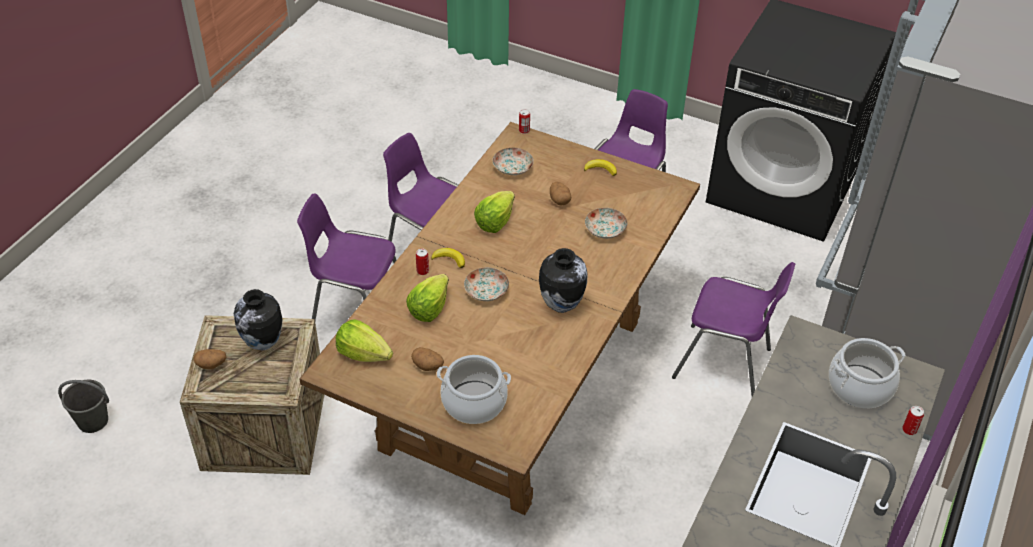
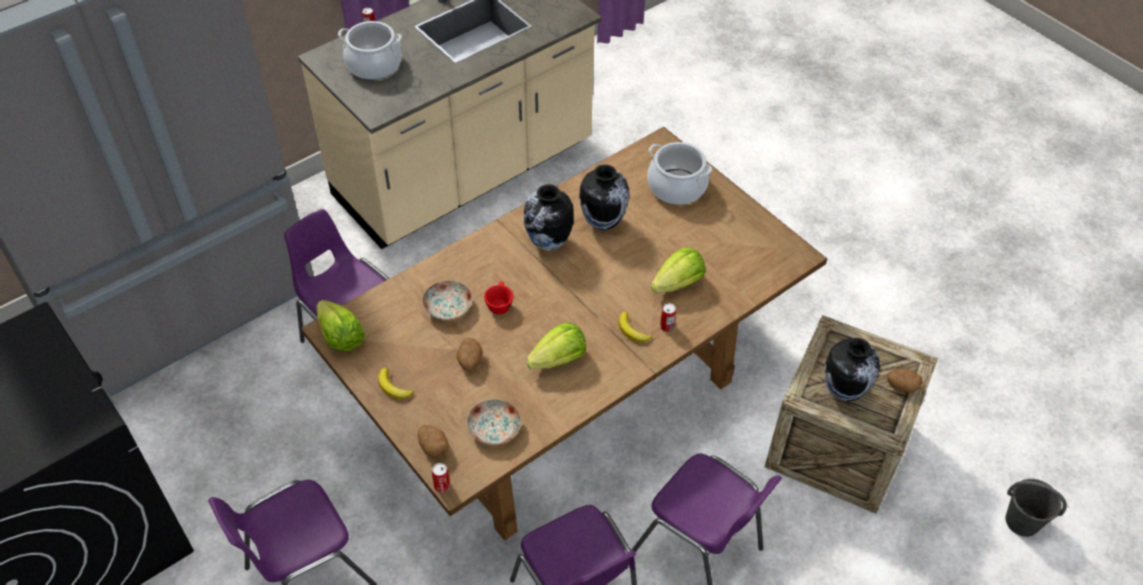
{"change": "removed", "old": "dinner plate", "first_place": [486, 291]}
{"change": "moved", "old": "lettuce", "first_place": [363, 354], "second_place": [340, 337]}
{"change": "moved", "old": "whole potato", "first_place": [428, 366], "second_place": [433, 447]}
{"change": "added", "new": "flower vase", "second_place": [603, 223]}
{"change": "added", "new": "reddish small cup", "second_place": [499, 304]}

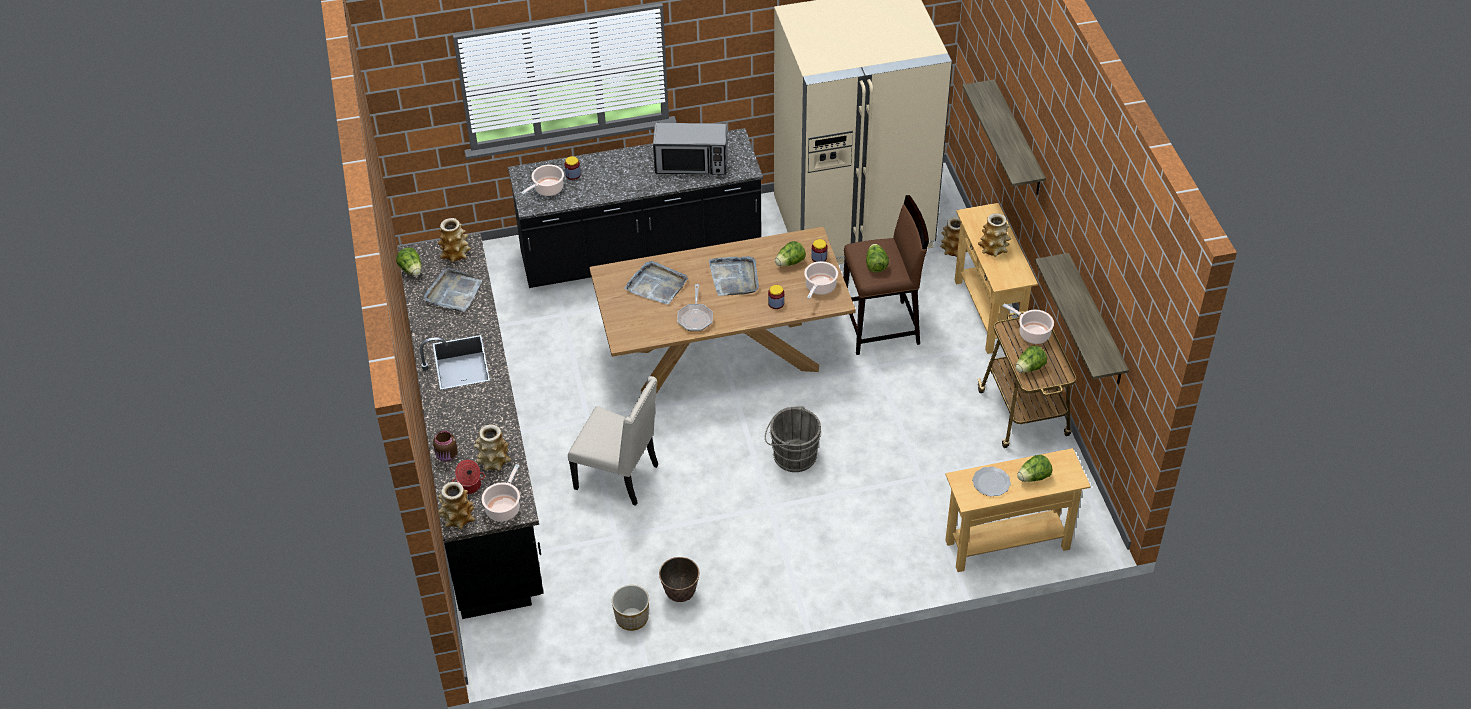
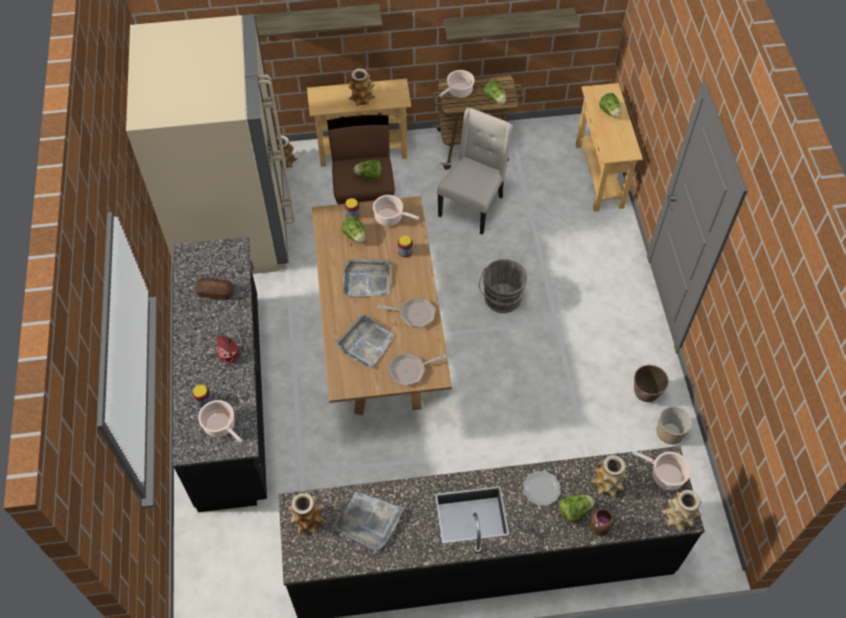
{"change": "replaced", "old": "microwave", "new": "bread", "first_place": [691, 164], "second_place": [215, 293]}
{"change": "moved", "old": "lettuce", "first_place": [412, 270], "second_place": [574, 511]}
{"change": "moved", "old": "beige chair", "first_place": [619, 476], "second_place": [472, 206]}
{"change": "moved", "old": "saucepot", "first_place": [469, 486], "second_place": [229, 354]}
{"change": "moved", "old": "dinner plate", "first_place": [990, 483], "second_place": [541, 489]}
{"change": "added", "new": "frying pan", "second_place": [410, 370]}

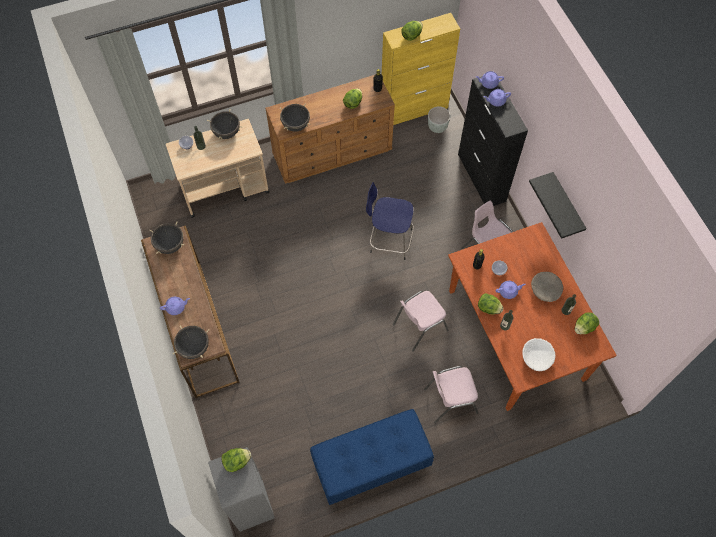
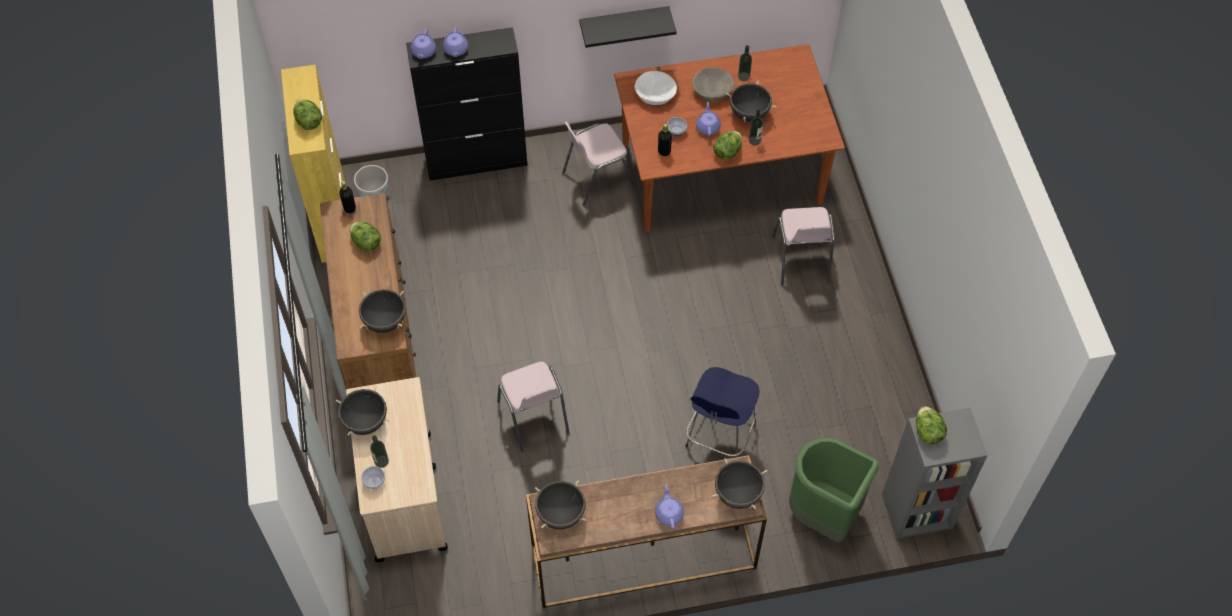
{"change": "moved", "old": "bluish sitting stool", "first_place": [389, 240], "second_place": [719, 436]}
{"change": "moved", "old": "pink chair", "first_place": [419, 327], "second_place": [533, 418]}
{"change": "removed", "old": "lettuce", "first_place": [584, 327]}
{"change": "moved", "old": "white-coloured serving bowl", "first_place": [536, 357], "second_place": [655, 94]}
{"change": "removed", "old": "bluish bench", "first_place": [370, 464]}
{"change": "added", "new": "black-coloured saucepot", "second_place": [749, 114]}
{"change": "added", "new": "green-coloured rubbish bin", "second_place": [823, 515]}

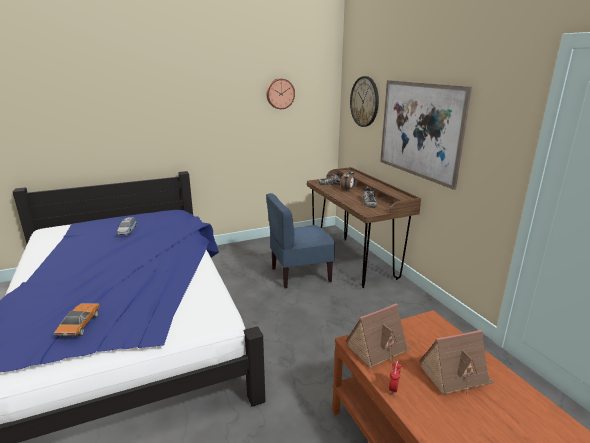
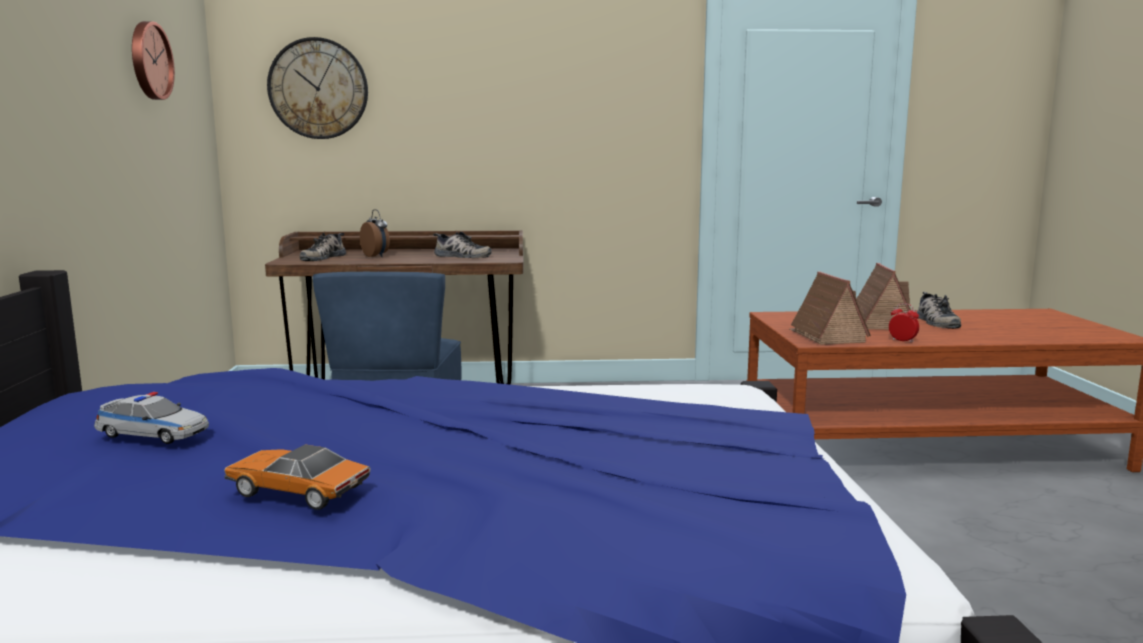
{"change": "removed", "old": "wall picture", "first_place": [419, 130]}
{"change": "moved", "old": "model car", "first_place": [79, 324], "second_place": [298, 491]}
{"change": "added", "new": "shoe", "second_place": [935, 322]}

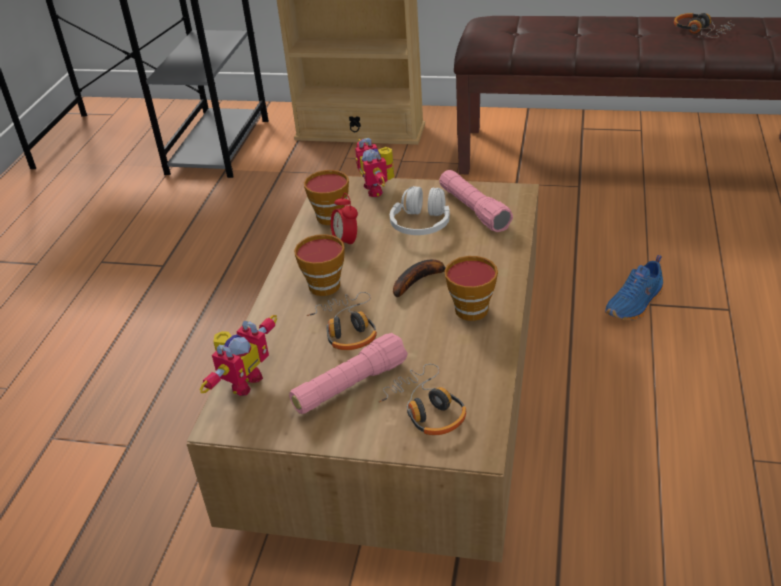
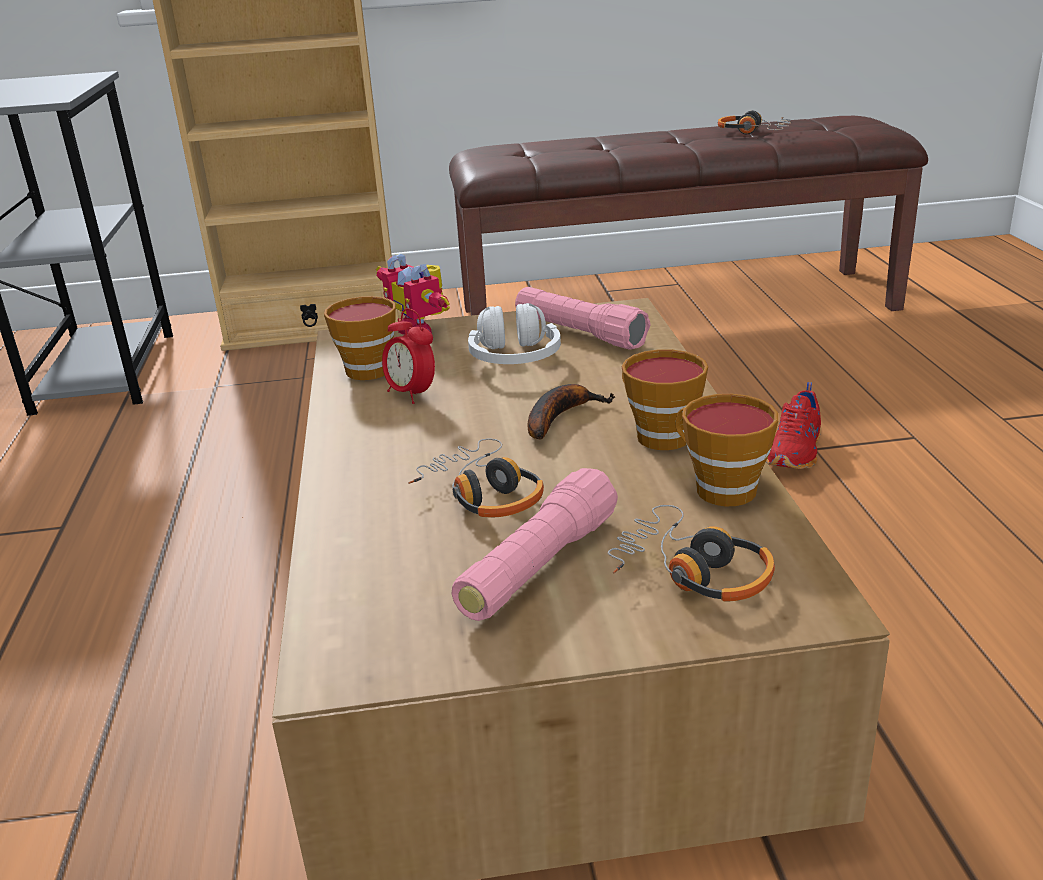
{"change": "moved", "old": "small cup", "first_place": [322, 284], "second_place": [718, 488]}
{"change": "recoloured", "old": "bluish shoe", "new": "reddish shoe", "first_place": [635, 304], "second_place": [797, 452]}
{"change": "removed", "old": "toy robot", "first_place": [241, 381]}

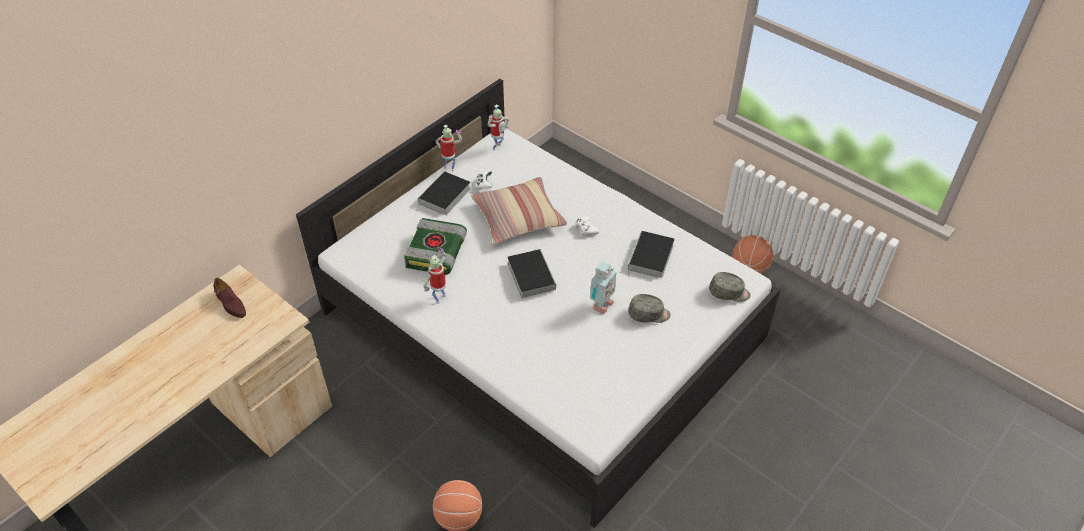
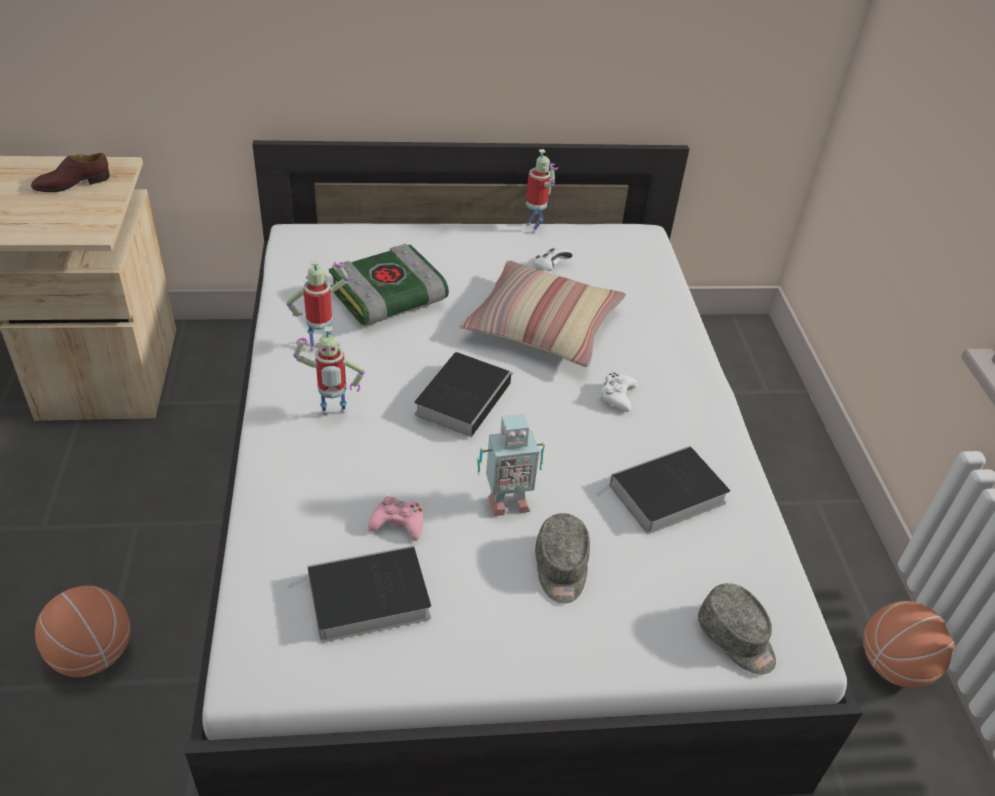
{"change": "moved", "old": "toy robot", "first_place": [498, 148], "second_place": [333, 415]}
{"change": "moved", "old": "book", "first_place": [444, 197], "second_place": [365, 599]}
{"change": "turned", "old": "brown-coloured shoe", "first_place": [231, 304], "second_place": [72, 184], "degrees": 60}
{"change": "turned", "old": "grey baseball cap", "first_place": [649, 314], "second_place": [561, 568], "degrees": 45}
{"change": "added", "new": "pink gamepad", "second_place": [398, 523]}

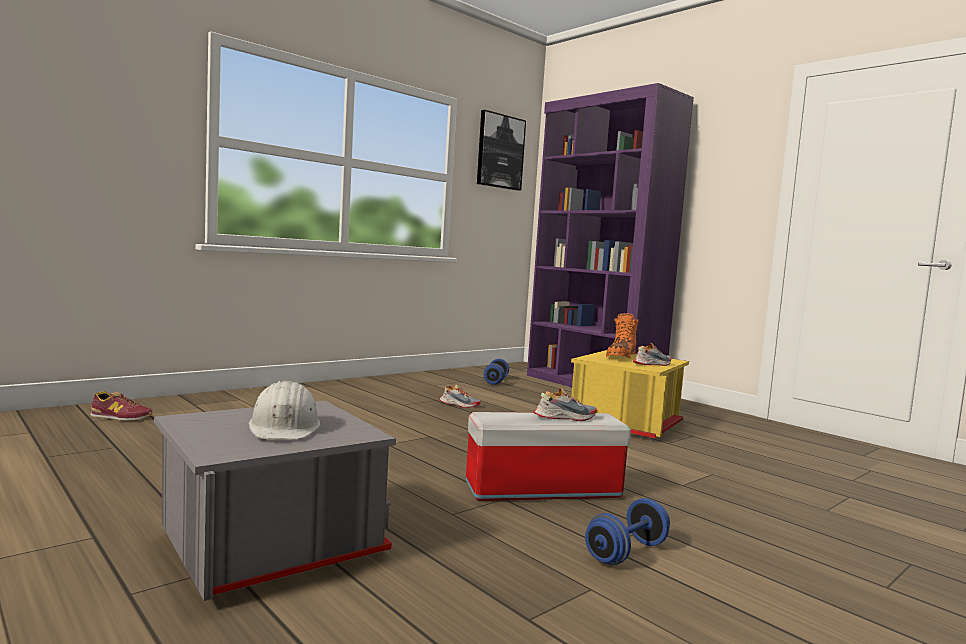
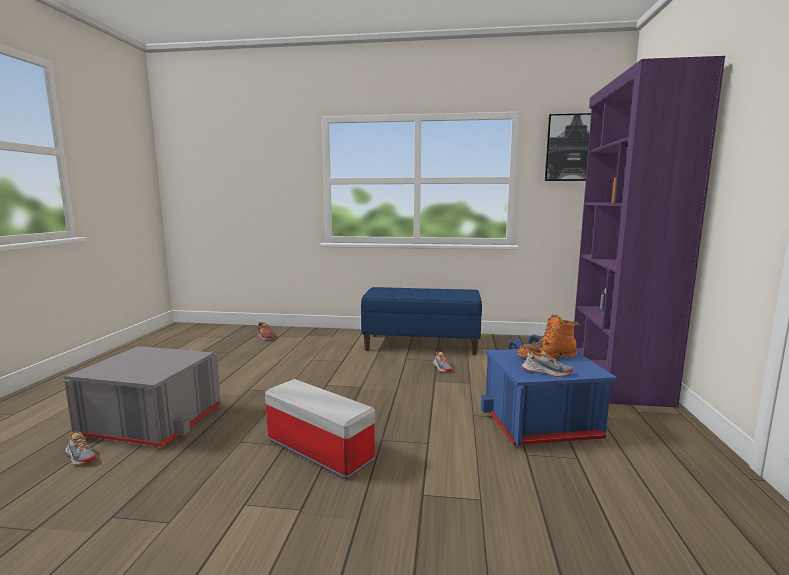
{"change": "recoloured", "old": "yellowish storage box", "new": "bluish storage box", "first_place": [627, 423], "second_place": [542, 422]}
{"change": "removed", "old": "white-coloured work helmet", "first_place": [285, 427]}
{"change": "moved", "old": "shoe", "first_place": [564, 417], "second_place": [81, 456]}
{"change": "removed", "old": "bluish dumbbell", "first_place": [626, 552]}
{"change": "added", "new": "bluish bench", "second_place": [422, 344]}

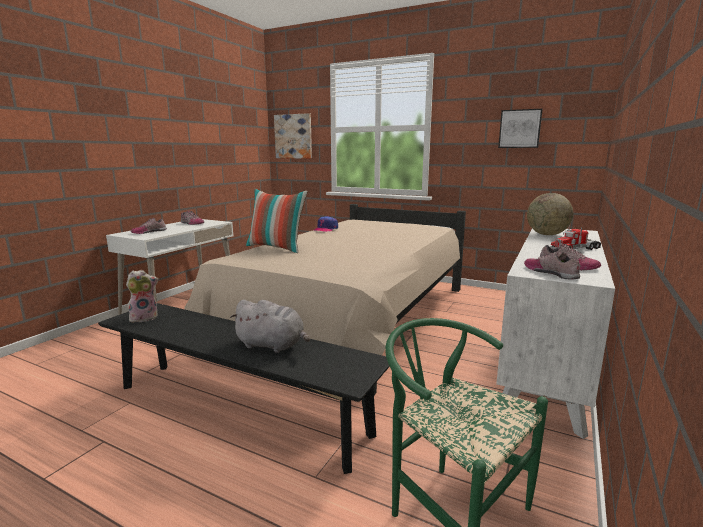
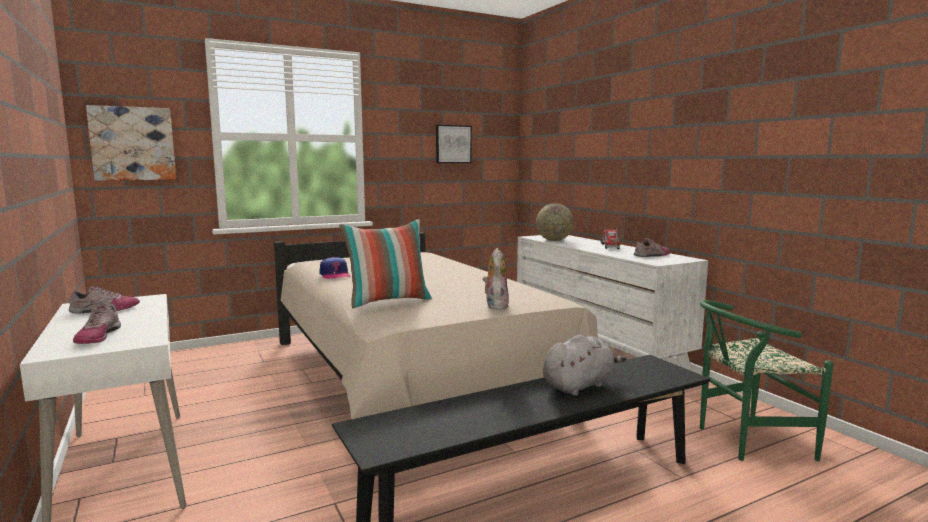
{"change": "removed", "old": "shoe", "first_place": [551, 273]}
{"change": "moved", "old": "soft toy", "first_place": [144, 318], "second_place": [495, 305]}

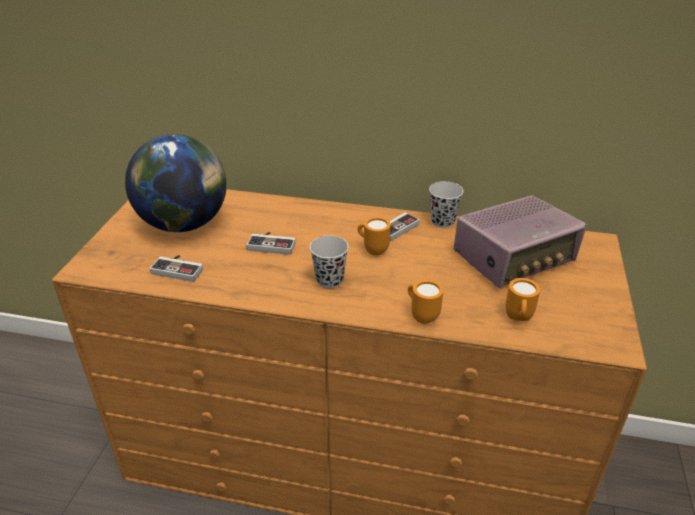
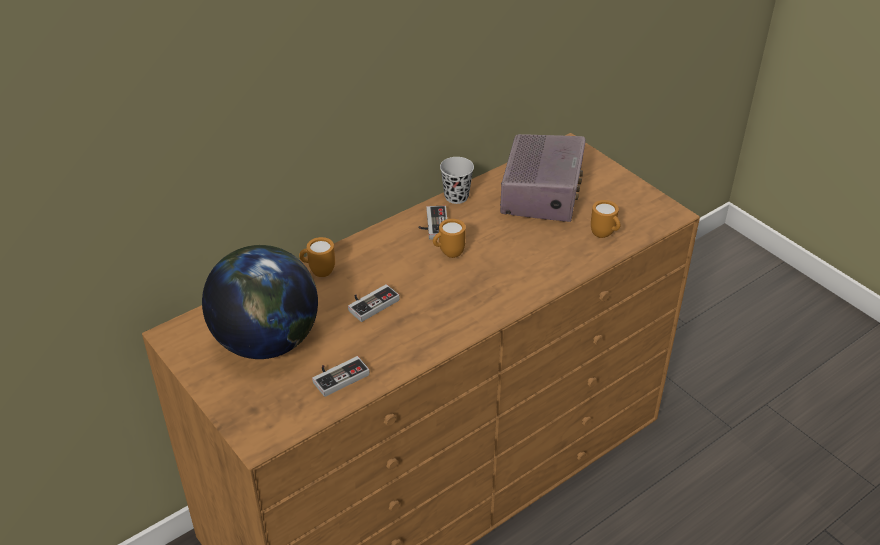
{"change": "removed", "old": "black-coloured small cup", "first_place": [329, 280]}
{"change": "moved", "old": "orangey tea mug", "first_place": [421, 315], "second_place": [318, 272]}

